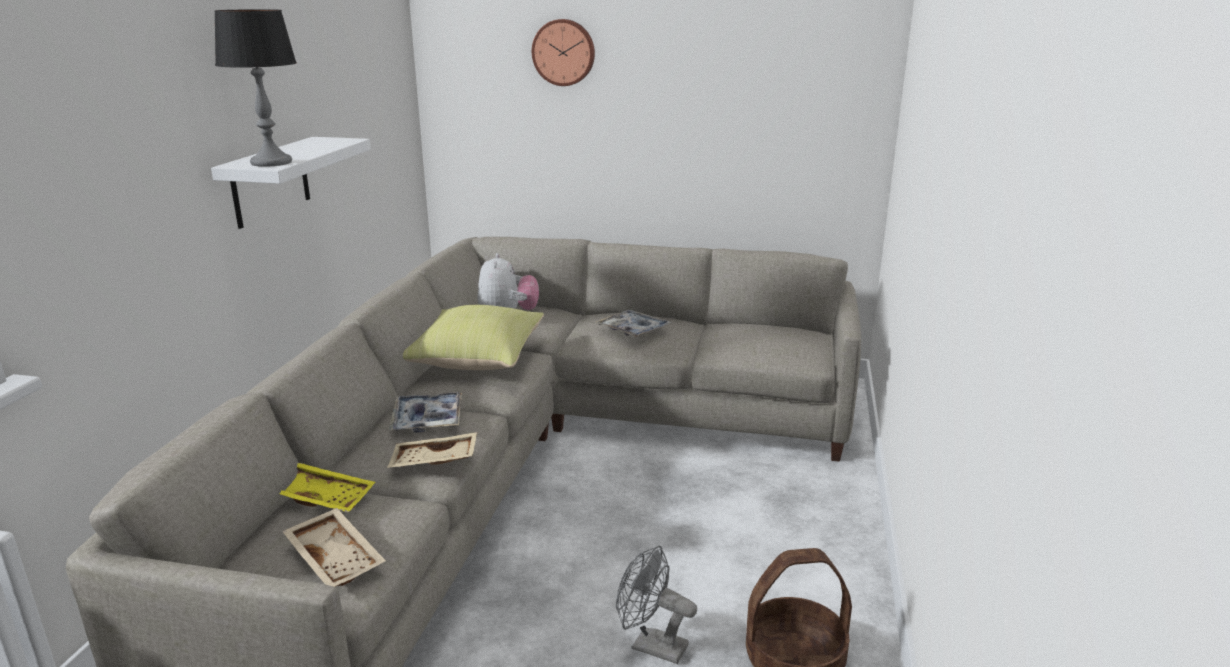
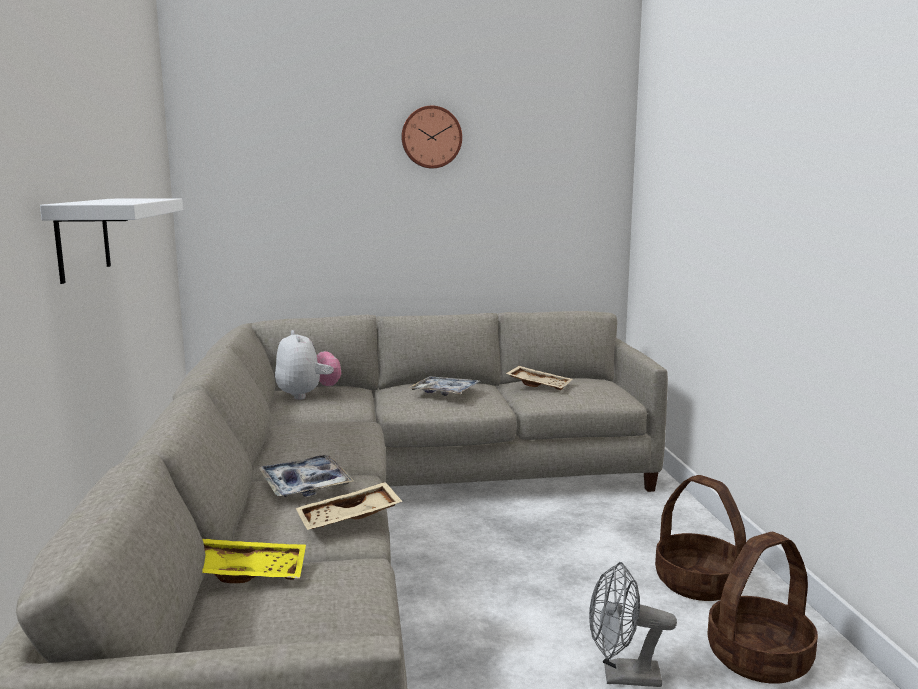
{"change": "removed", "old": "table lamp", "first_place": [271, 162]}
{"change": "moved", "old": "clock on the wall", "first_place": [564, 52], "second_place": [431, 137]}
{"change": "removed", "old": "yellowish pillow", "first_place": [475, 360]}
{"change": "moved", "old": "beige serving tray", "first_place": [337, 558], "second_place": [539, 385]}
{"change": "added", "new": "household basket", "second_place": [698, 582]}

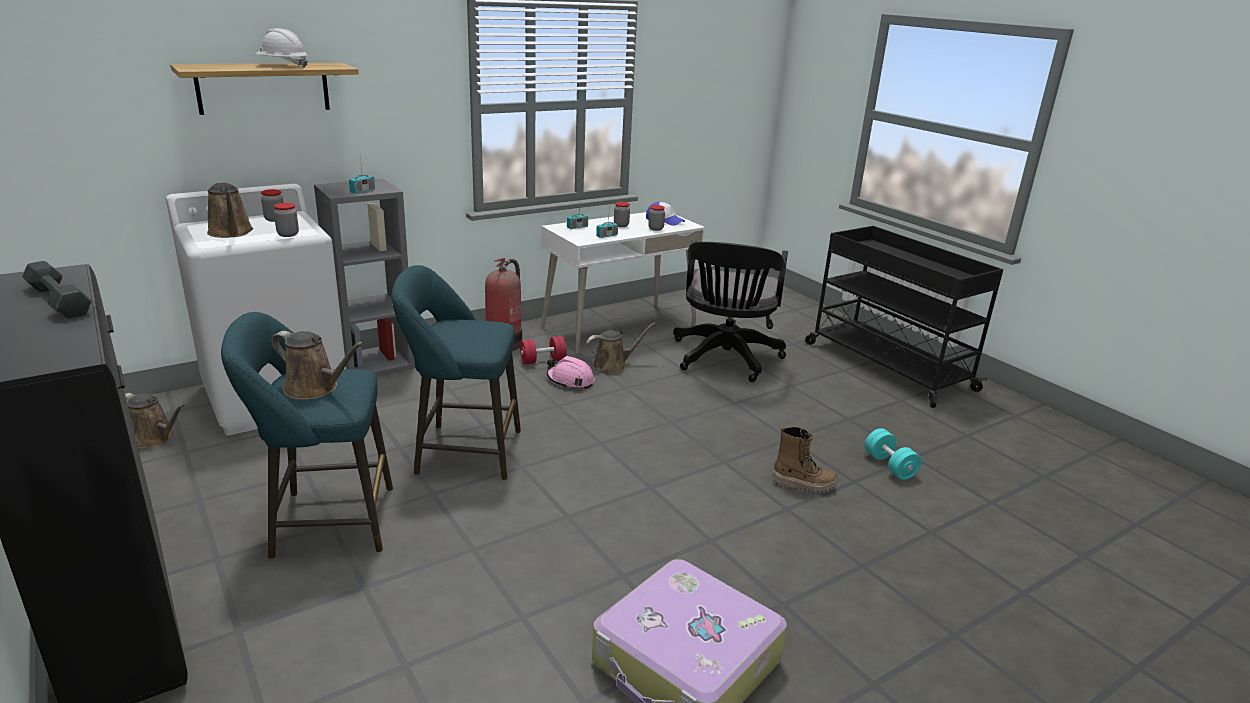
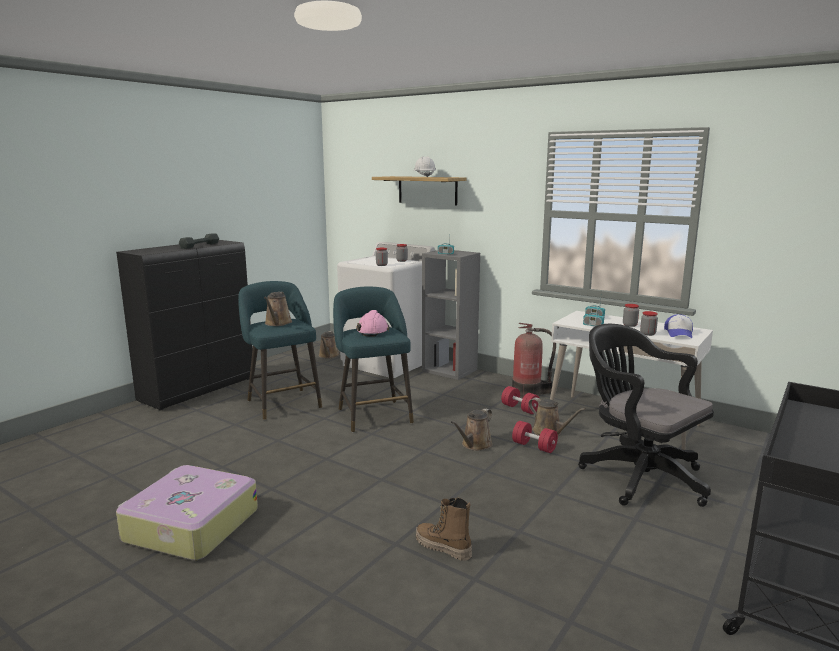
{"change": "moved", "old": "brown-coloured sprinkling can", "first_place": [231, 233], "second_place": [475, 445]}
{"change": "turned", "old": "black-coloured computer chair", "first_place": [725, 359], "second_place": [638, 475], "degrees": 60}
{"change": "moved", "old": "pink work helmet", "first_place": [570, 380], "second_place": [373, 331]}
{"change": "turned", "old": "boot", "first_place": [803, 484], "second_place": [443, 548], "degrees": 135}
{"change": "removed", "old": "turquoise dumbbell", "first_place": [889, 466]}
{"change": "added", "new": "reddish dumbbell", "second_place": [534, 446]}

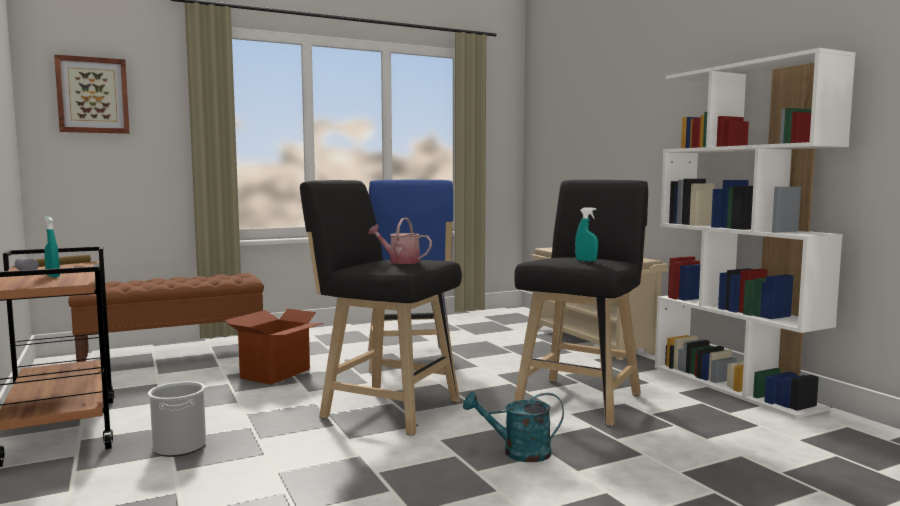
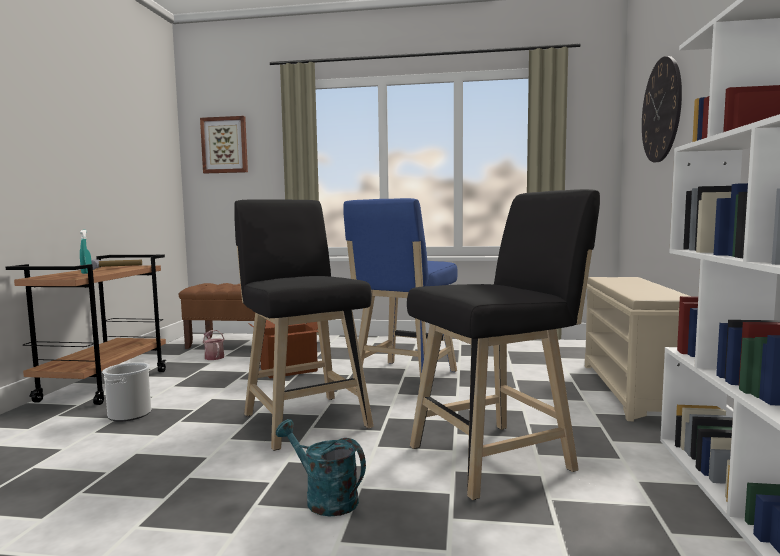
{"change": "removed", "old": "turquoise spray bottle", "first_place": [586, 260]}
{"change": "moved", "old": "sprinkling can", "first_place": [400, 261], "second_place": [213, 356]}
{"change": "added", "new": "clock on the wall", "second_place": [661, 110]}

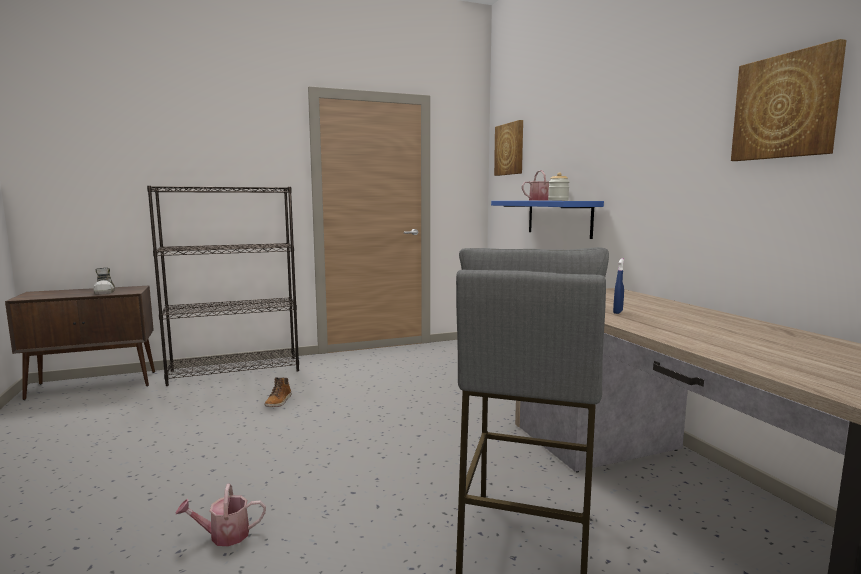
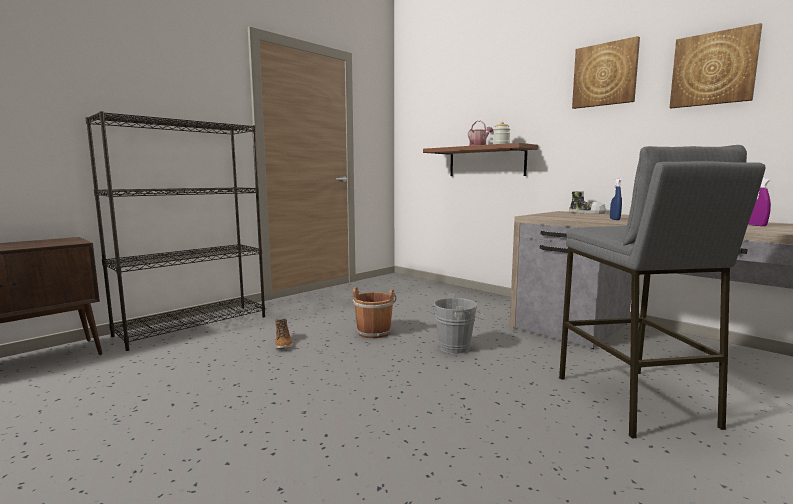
{"change": "moved", "old": "wall picture", "first_place": [510, 149], "second_place": [605, 75]}
{"change": "recoloured", "old": "bluish wall shelf", "new": "brown-coloured wall shelf", "first_place": [558, 218], "second_place": [486, 162]}
{"change": "moved", "old": "shoe", "first_place": [105, 291], "second_place": [586, 213]}
{"change": "removed", "old": "sprinkling can", "first_place": [224, 535]}
{"change": "added", "new": "purple spray bottle", "second_place": [756, 225]}
{"change": "added", "new": "brown-coloured water bucket", "second_place": [374, 332]}
{"change": "added", "new": "grey water bucket", "second_place": [458, 347]}

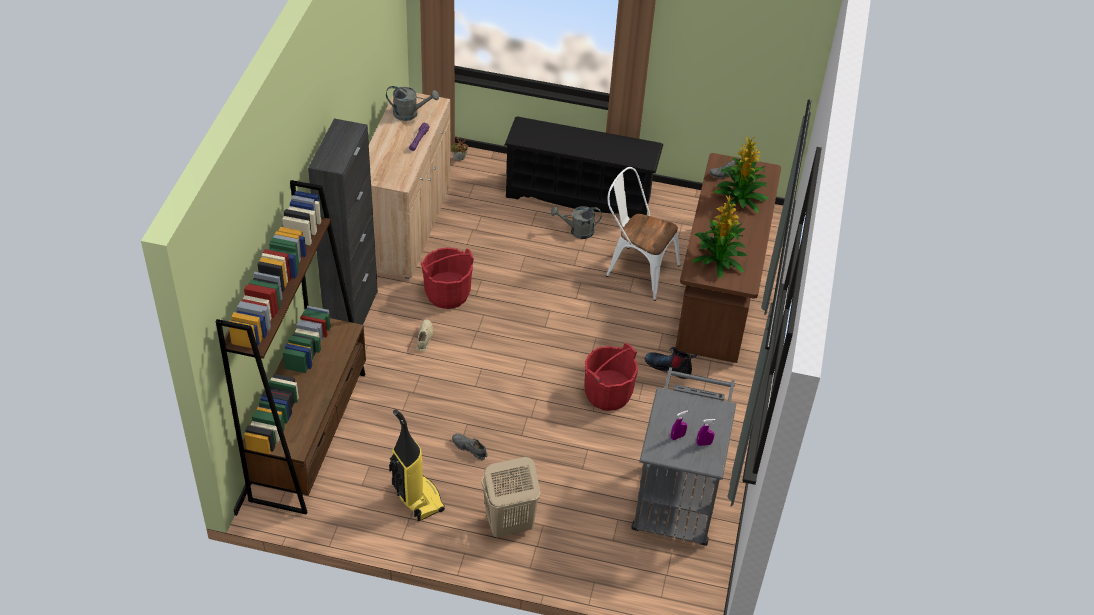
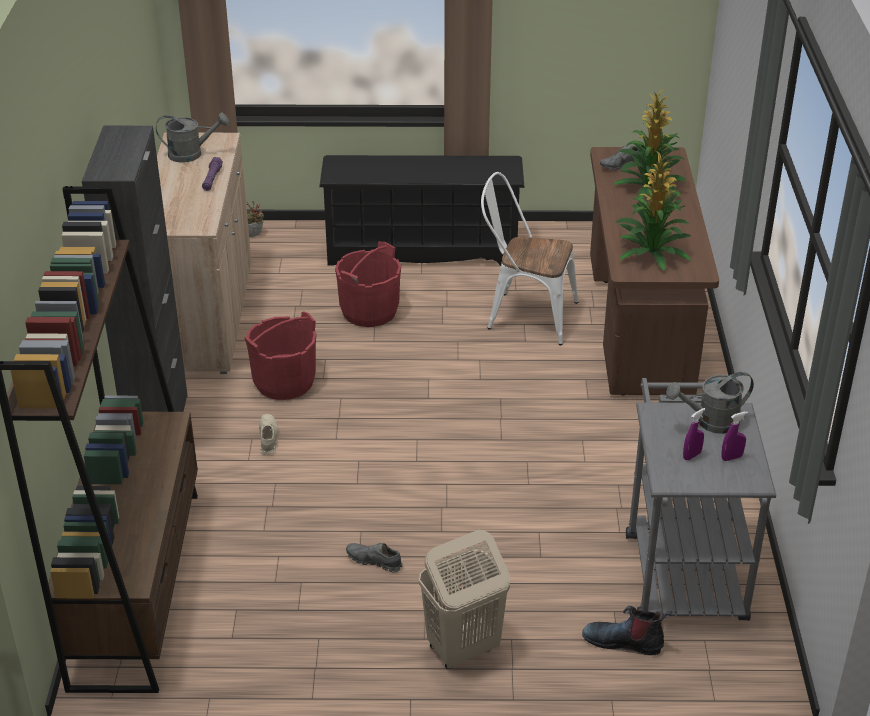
{"change": "moved", "old": "grey sprinkling can", "first_place": [577, 231], "second_place": [710, 422]}
{"change": "moved", "old": "reddish water bucket", "first_place": [608, 394], "second_place": [369, 311]}
{"change": "moved", "old": "boot", "first_place": [669, 367], "second_place": [624, 641]}
{"change": "removed", "old": "hoover", "first_place": [416, 497]}

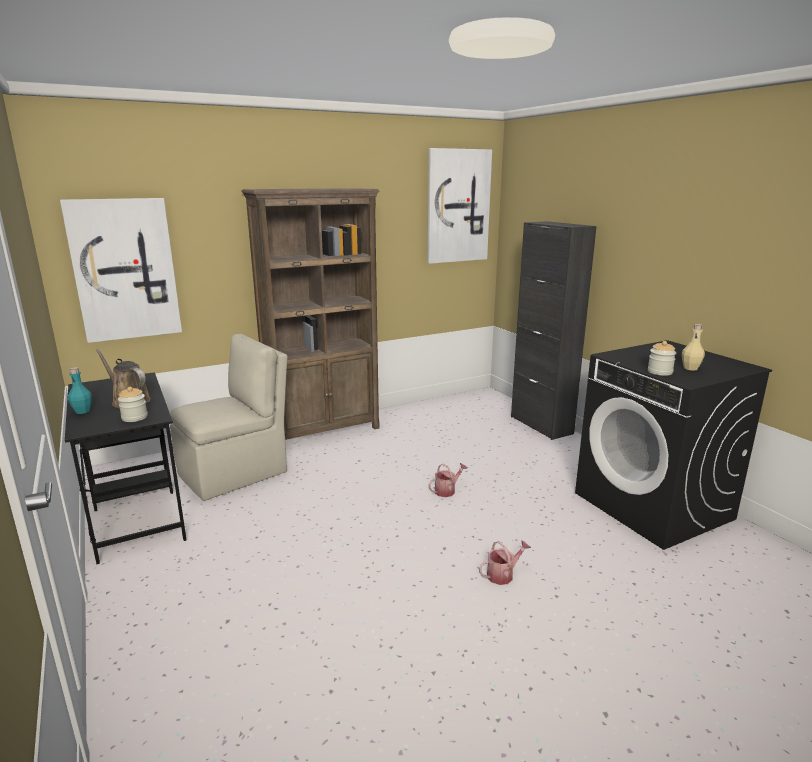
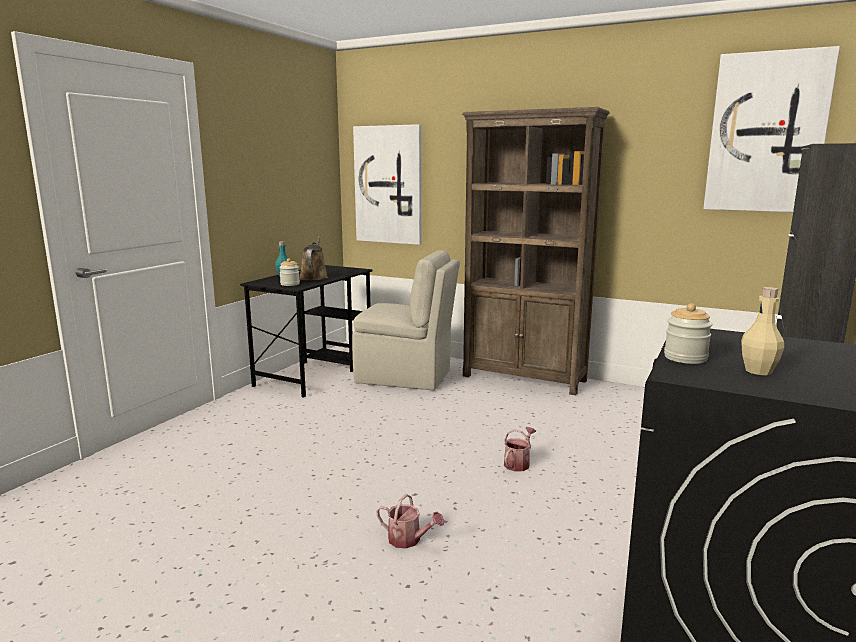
{"change": "turned", "old": "sprinkling can", "first_place": [447, 490], "second_place": [518, 463], "degrees": -75}

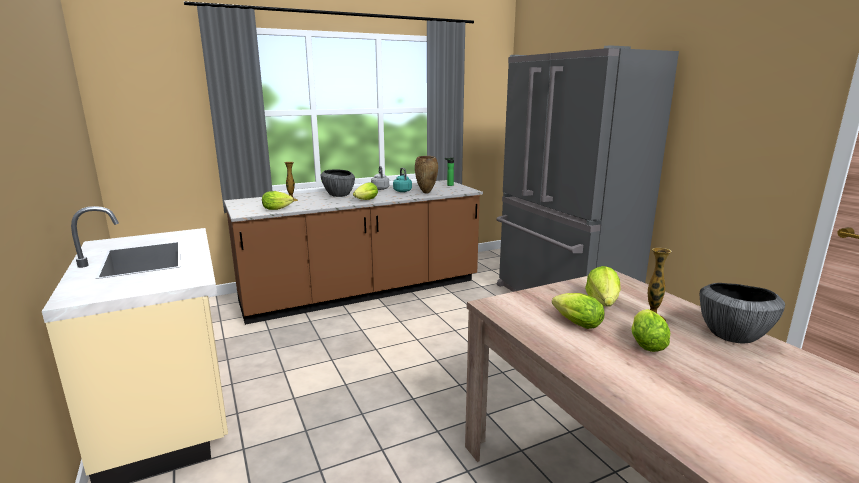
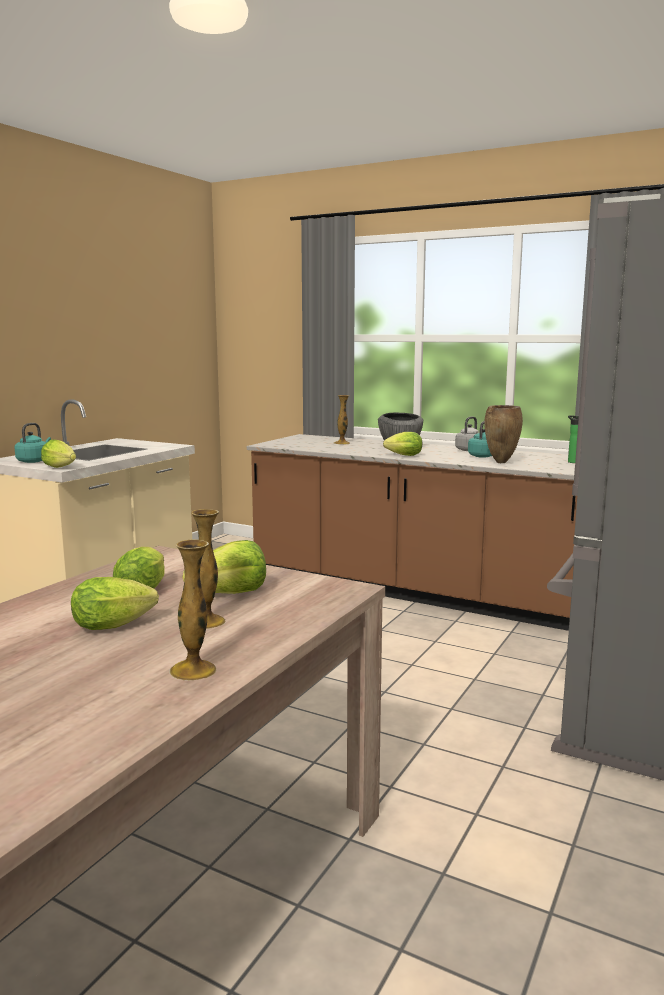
{"change": "moved", "old": "lettuce", "first_place": [278, 209], "second_place": [61, 467]}
{"change": "replaced", "old": "serving bowl", "new": "flower vase", "first_place": [732, 336], "second_place": [193, 670]}
{"change": "added", "new": "turquoise tea kettle", "second_place": [34, 461]}

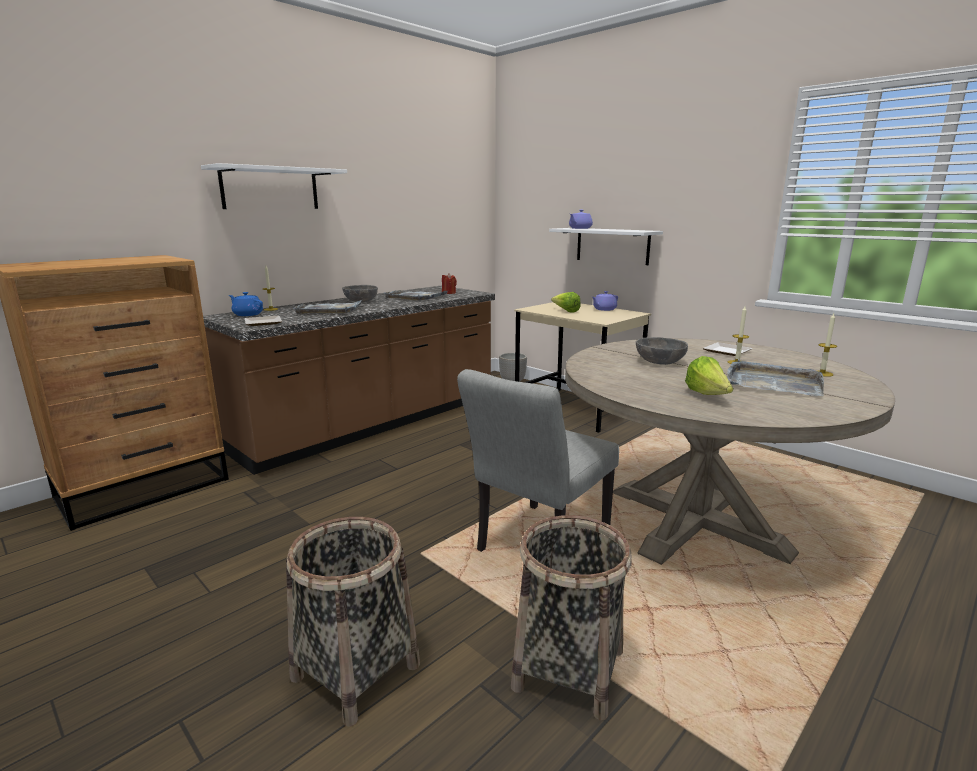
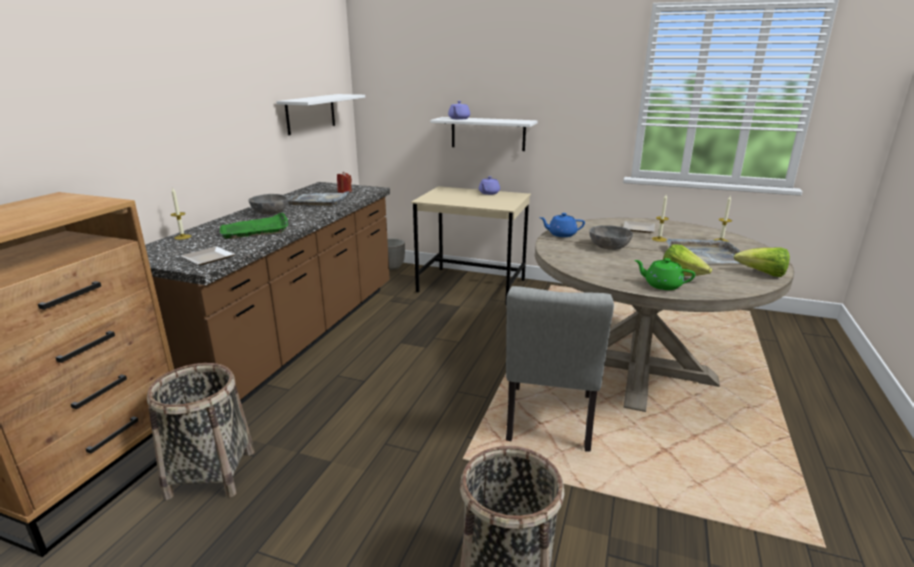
{"change": "moved", "old": "white-coloured wall shelf", "first_place": [270, 188], "second_place": [311, 113]}
{"change": "moved", "old": "bluish pot for tea", "first_place": [247, 314], "second_place": [561, 234]}
{"change": "moved", "old": "lettuce", "first_place": [566, 311], "second_place": [762, 274]}
{"change": "recoloured", "old": "grey serving tray", "new": "green-coloured serving tray", "first_place": [330, 310], "second_place": [255, 229]}
{"change": "moved", "old": "household basket", "first_place": [568, 669], "second_place": [210, 473]}
{"change": "added", "new": "green-coloured pot for tea", "second_place": [662, 285]}

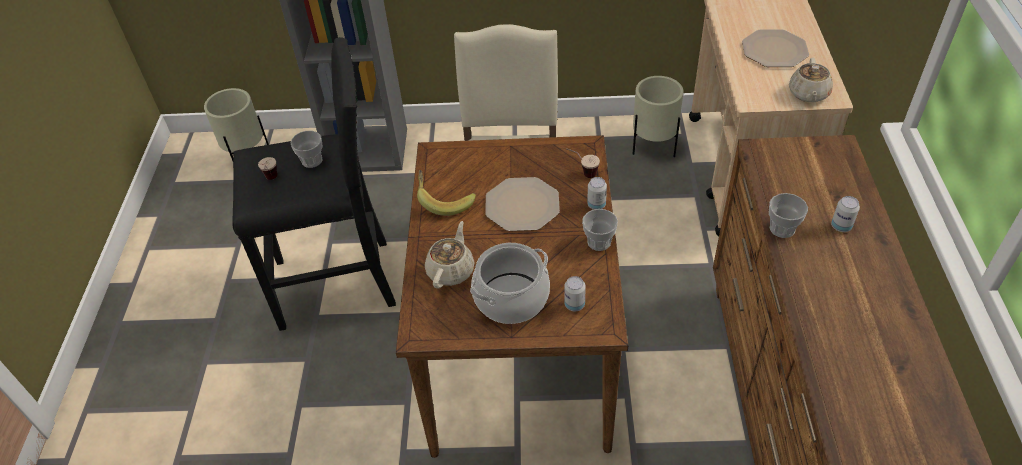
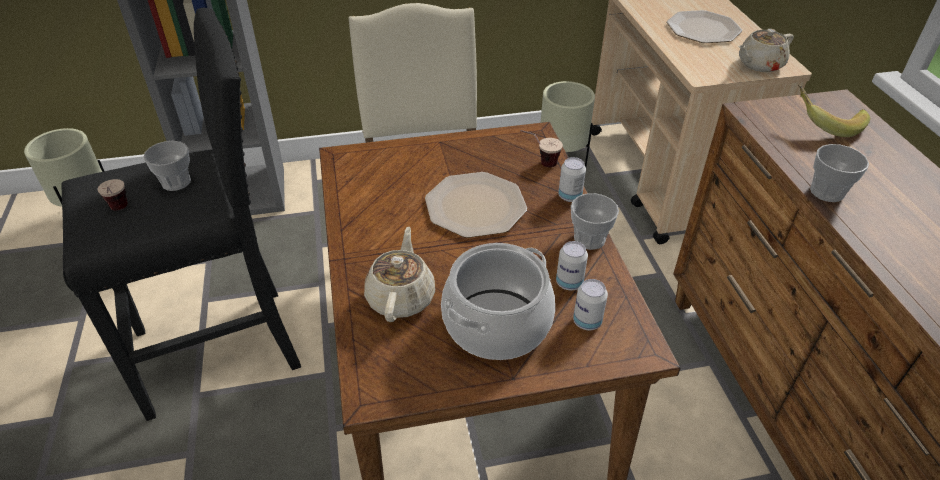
{"change": "turned", "old": "beige pot for tea", "first_place": [808, 94], "second_place": [759, 65], "degrees": 60}
{"change": "moved", "old": "banana", "first_place": [444, 200], "second_place": [825, 124]}
{"change": "moved", "old": "sealed can", "first_place": [841, 226], "second_place": [569, 283]}

